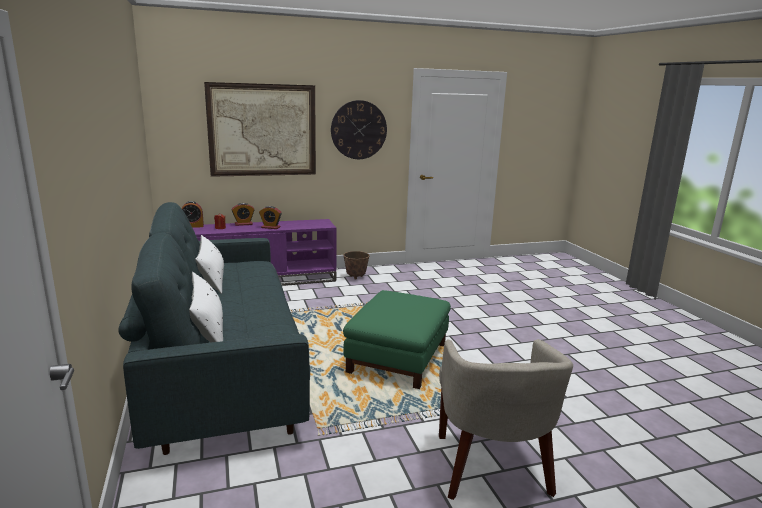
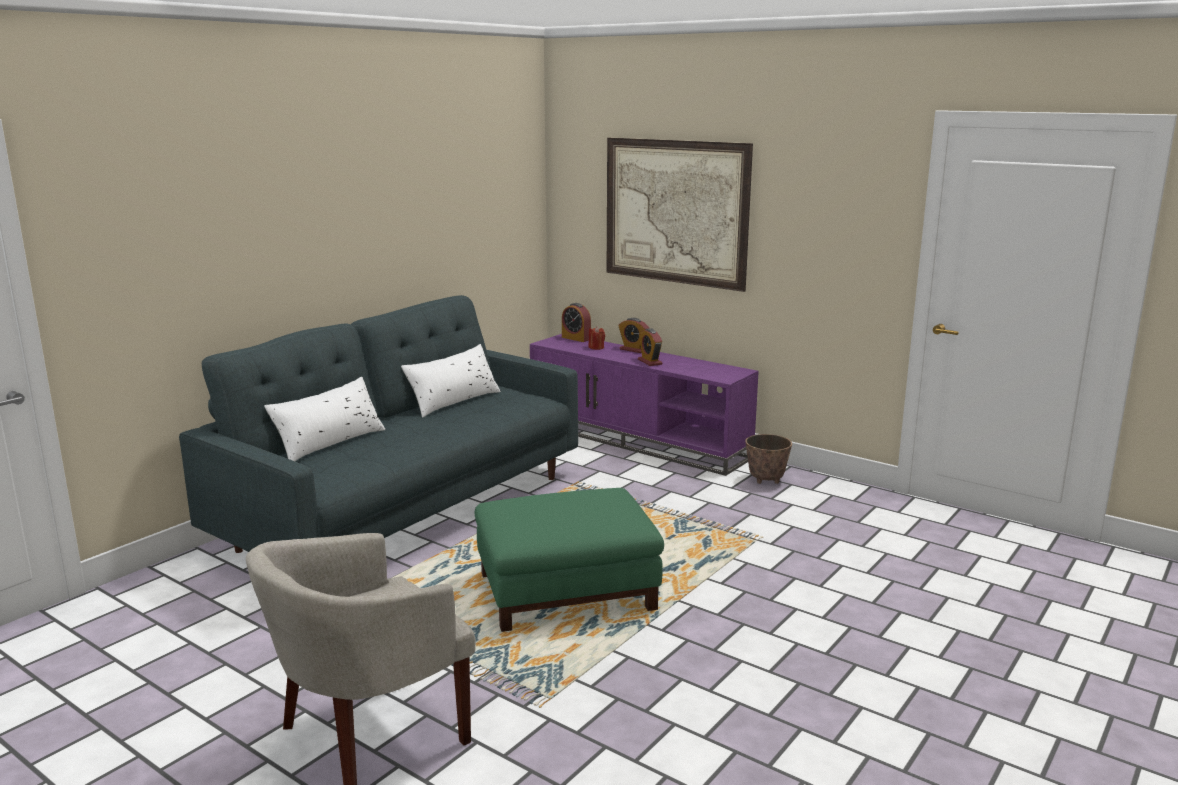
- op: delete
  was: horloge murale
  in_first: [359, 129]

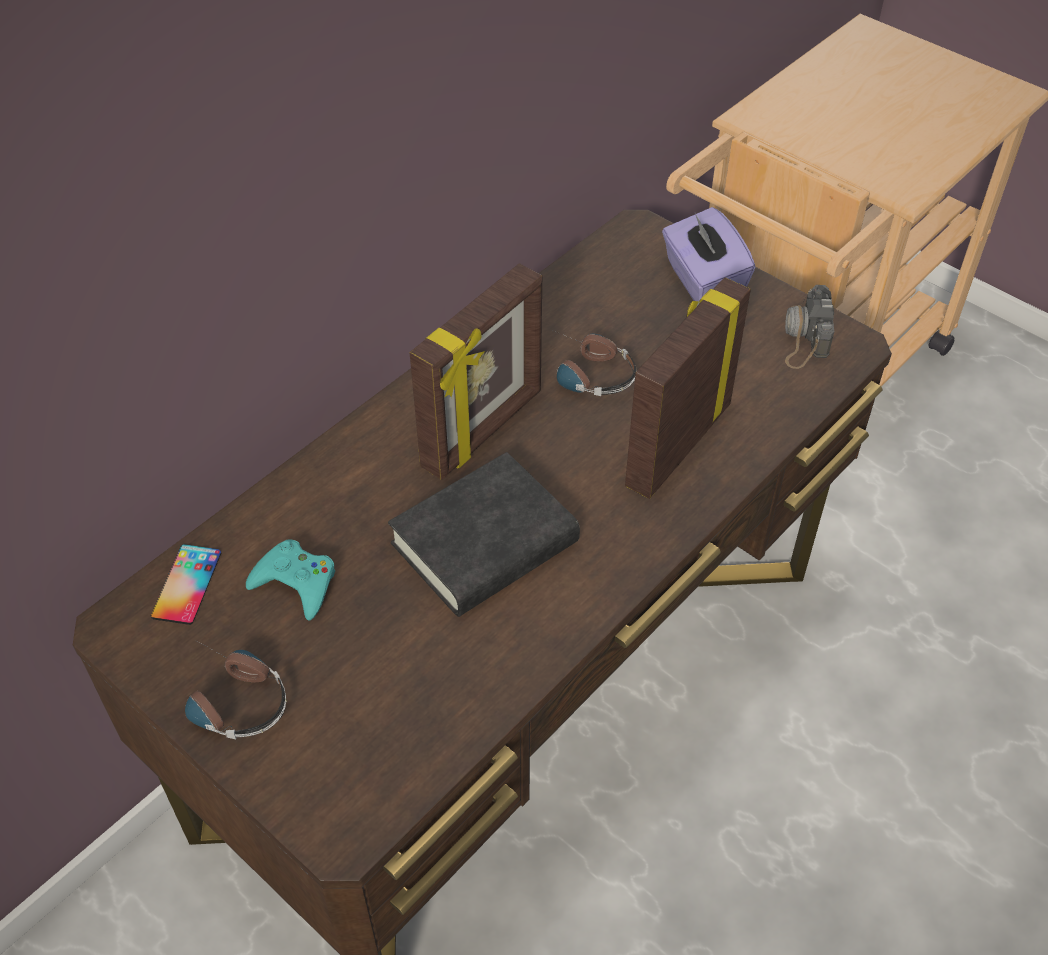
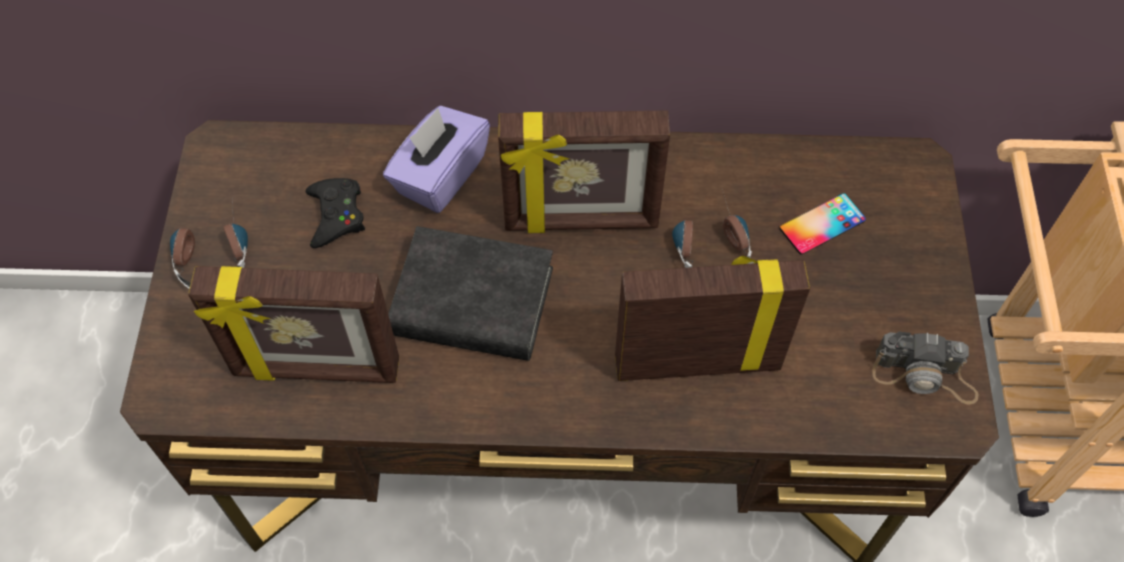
- op: move
  was: boîte à mouchoirs (violet)
  in_first: [708, 254]
  in_second: [436, 159]
- op: rotate
  was: appareil photo
  in_first: [809, 327]
  in_second: [925, 368]
  clockwise: -135
- op: recolor
  was: manette (turquoise)
  now: manette (noir)
  in_first: [290, 579]
  in_second: [335, 213]
- op: move
  was: téléphone
  in_first: [186, 584]
  in_second: [822, 223]
- op: insert
  now: cadre photo
  in_second: [293, 324]

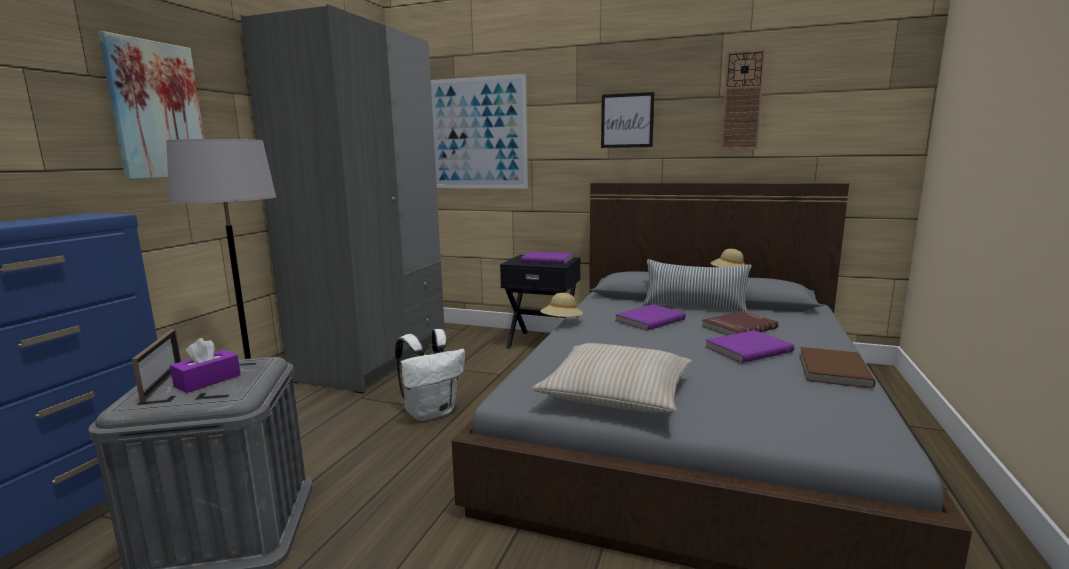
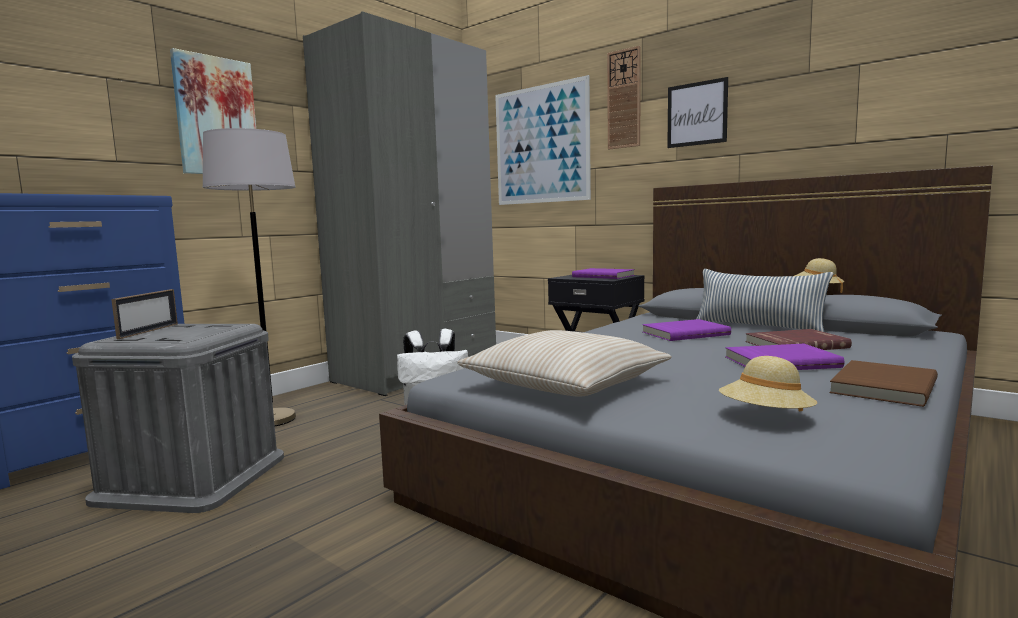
- op: move
  was: horloge murale
  in_first: [743, 99]
  in_second: [624, 98]
- op: move
  was: chapeau (beige)
  in_first: [561, 305]
  in_second: [768, 383]
- op: delete
  was: boîte à mouchoirs (violet)
  in_first: [205, 365]

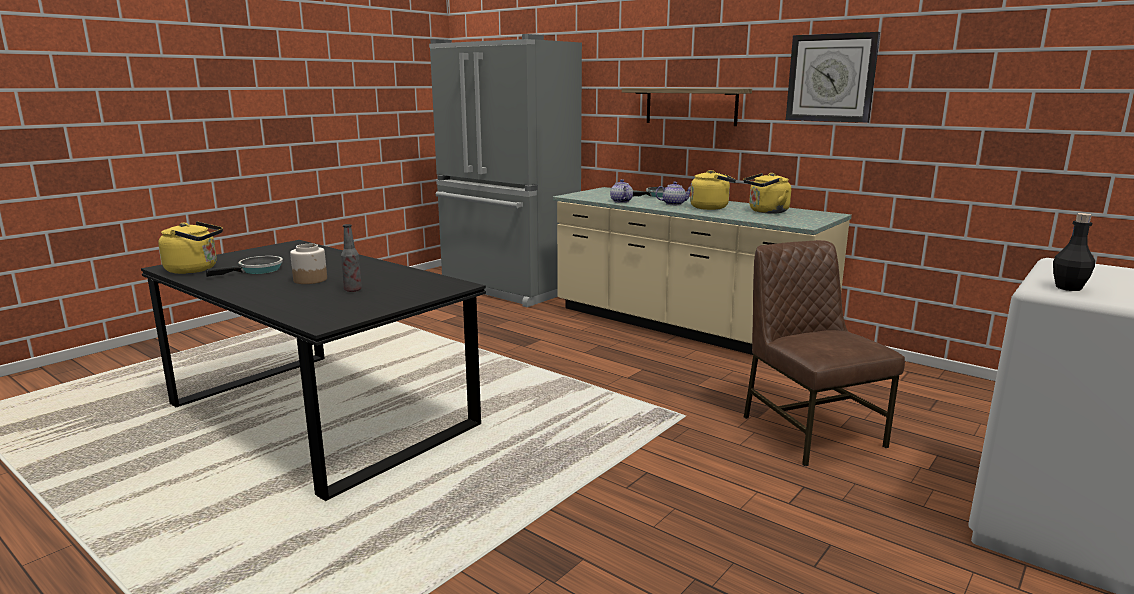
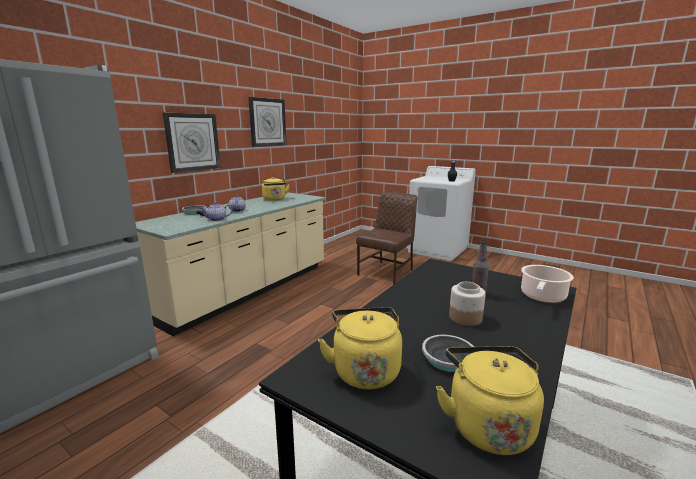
- op: replace
  was: étagère
  now: horloge murale
  in_first: [687, 107]
  in_second: [192, 143]
- op: move
  was: bouilloire (jaune)
  in_first: [713, 190]
  in_second: [360, 348]
- op: rotate
  was: chaise (marron)
  in_first: [824, 353]
  in_second: [386, 238]
  clockwise: 150
- op: insert
  now: marmite
  in_second: [547, 284]

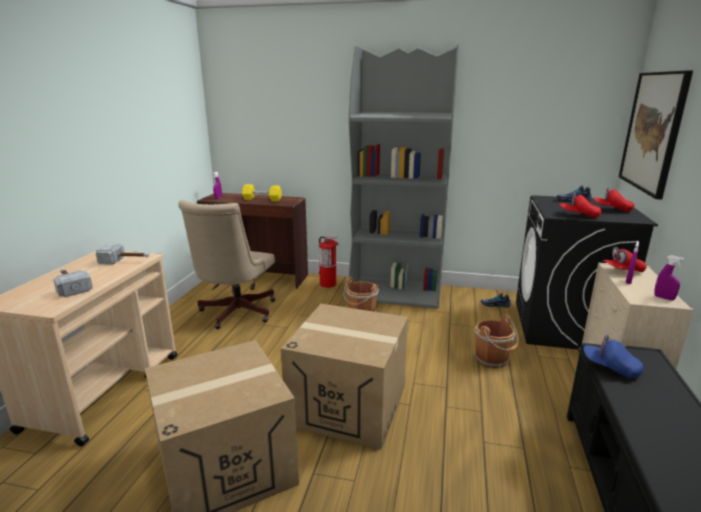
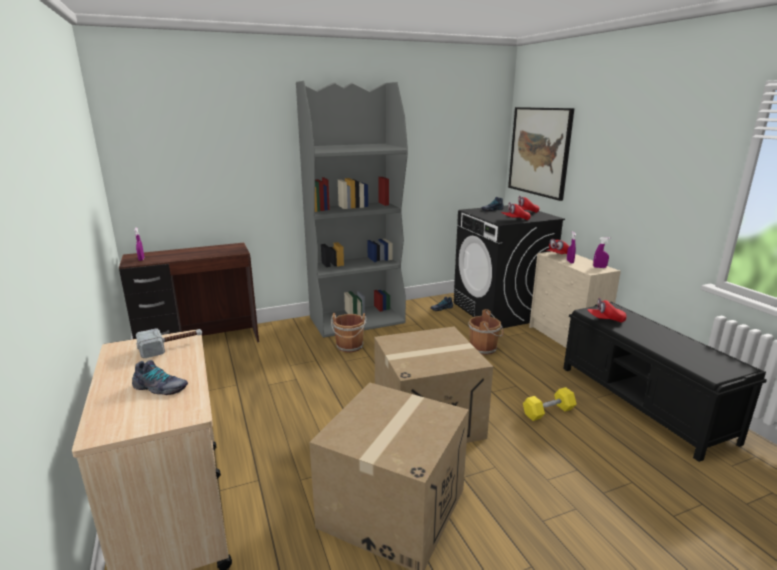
- op: move
  was: haltère (jaune)
  in_first: [262, 193]
  in_second: [550, 404]
- op: delete
  was: chaise de bureau (beige)
  in_first: [226, 264]
- op: delete
  was: extincteur
  in_first: [329, 262]
- op: replace
  was: marteau
  now: chaussure
  in_first: [73, 282]
  in_second: [160, 377]
- op: recolor
  was: casquette (bleu)
  now: casquette (rouge)
  in_first: [614, 356]
  in_second: [606, 310]

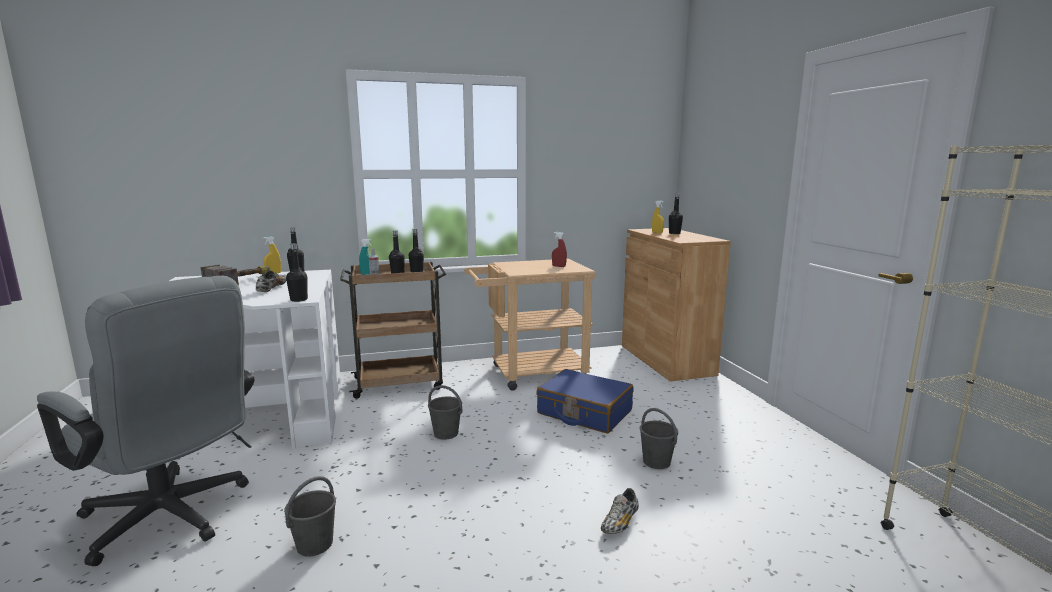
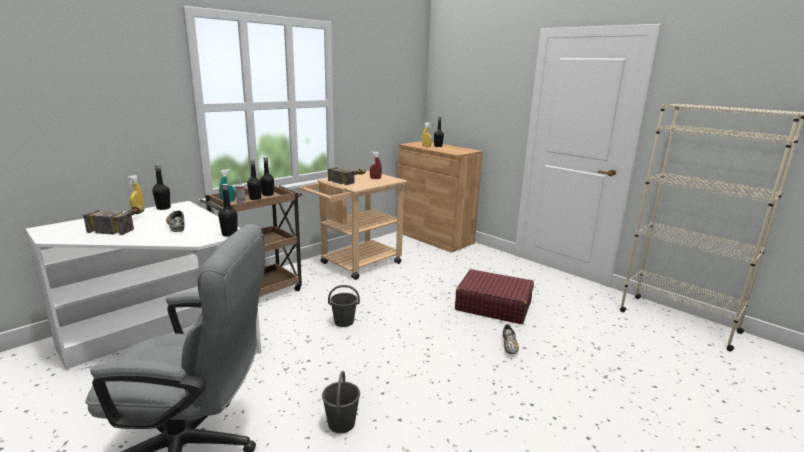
- op: delete
  was: valise (bleu)
  in_first: [584, 401]
- op: replace
  was: seau (gris)
  now: valise (rouge)
  in_first: [659, 438]
  in_second: [494, 296]
- op: insert
  now: marteau
  in_second: [347, 176]

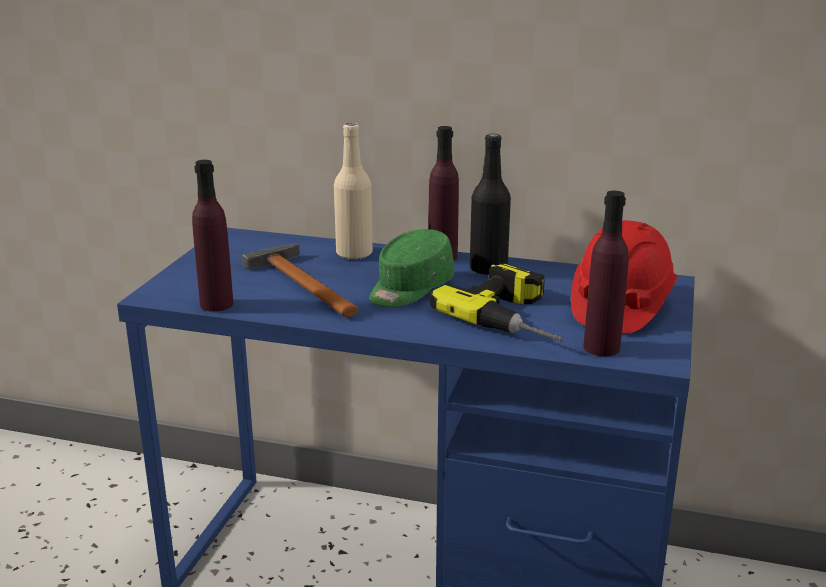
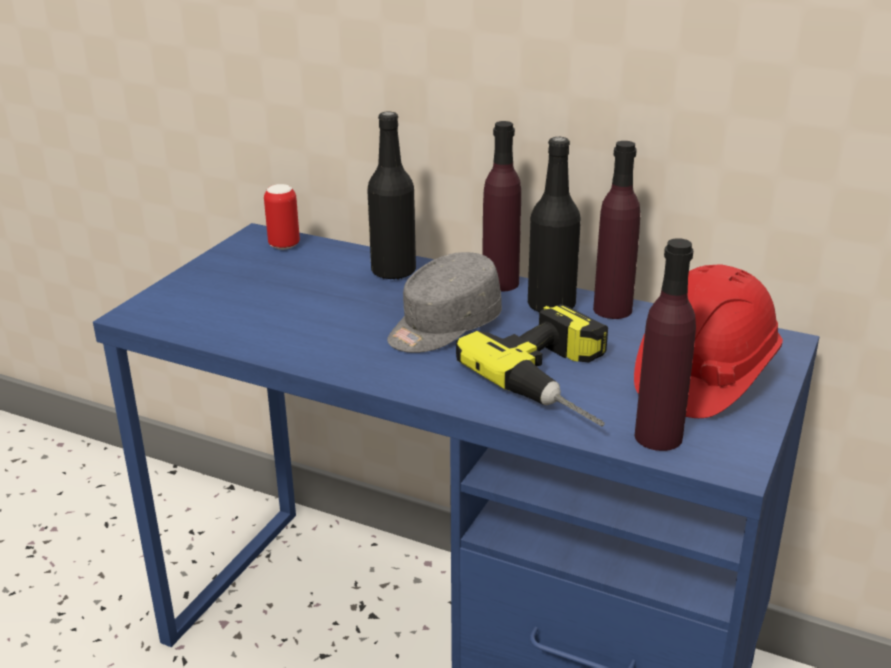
- op: recolor
  was: bouteille (beige)
  now: bouteille (noir)
  in_first: [353, 191]
  in_second: [391, 195]
- op: move
  was: bouteille (violet)
  in_first: [212, 236]
  in_second: [616, 230]
- op: recolor
  was: casquette (vert)
  now: casquette (gris)
  in_first: [411, 268]
  in_second: [444, 302]
- op: delete
  was: marteau
  in_first: [300, 280]
- op: insert
  now: boîte métallique
  in_second: [282, 217]

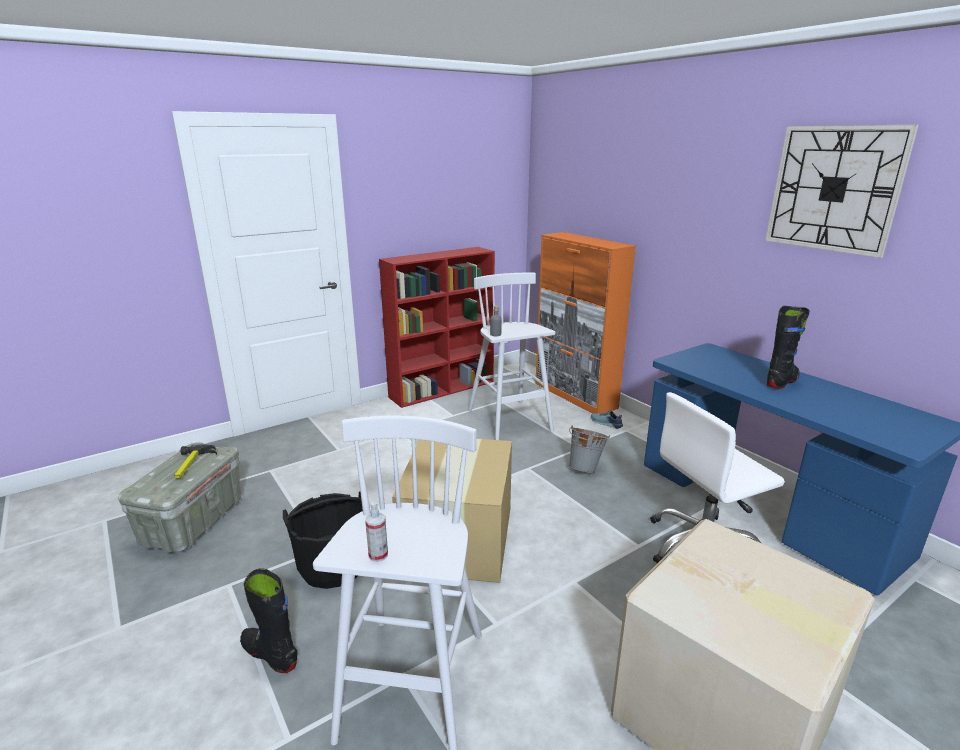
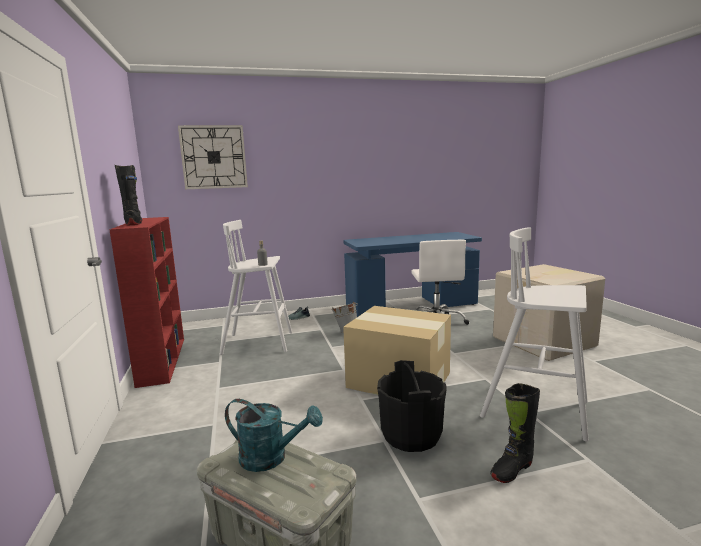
- op: move
  was: horloge murale
  in_first: [842, 191]
  in_second: [213, 157]
- op: delete
  was: meuble de rangement (orange)
  in_first: [585, 322]
- op: move
  was: botte (noir)
  in_first: [788, 347]
  in_second: [128, 195]
- op: replace
  was: marteau
  now: arrosoir (turquoise)
  in_first: [195, 461]
  in_second: [274, 435]
- op: delete
  was: vaporisateur
  in_first: [376, 532]

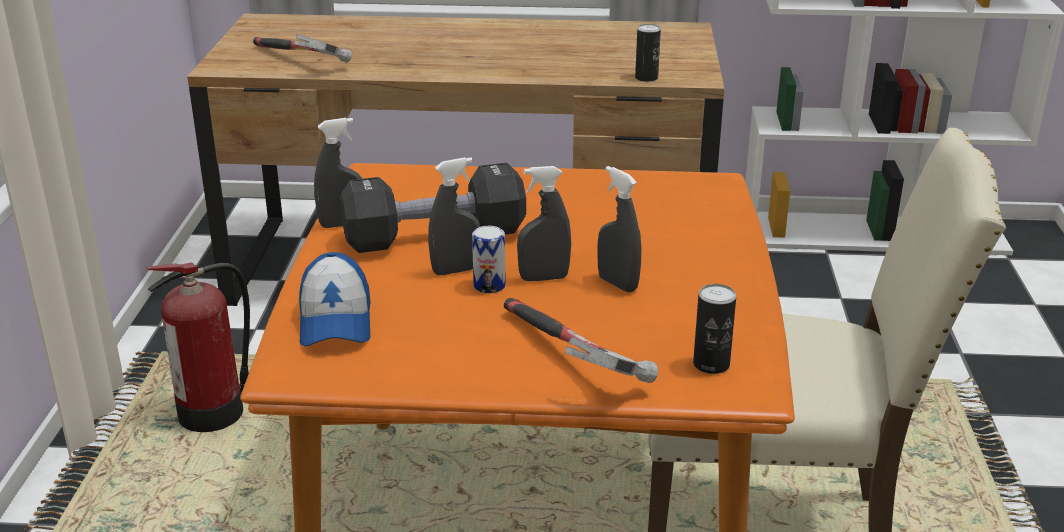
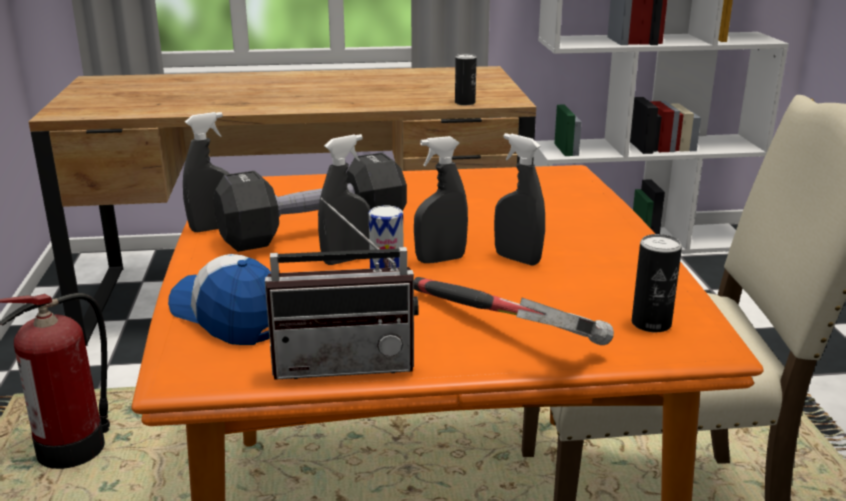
- op: delete
  was: marteau
  in_first: [302, 48]
- op: rotate
  was: casquette
  in_first: [334, 299]
  in_second: [219, 299]
  clockwise: 150
- op: insert
  now: radio
  in_second: [342, 288]

